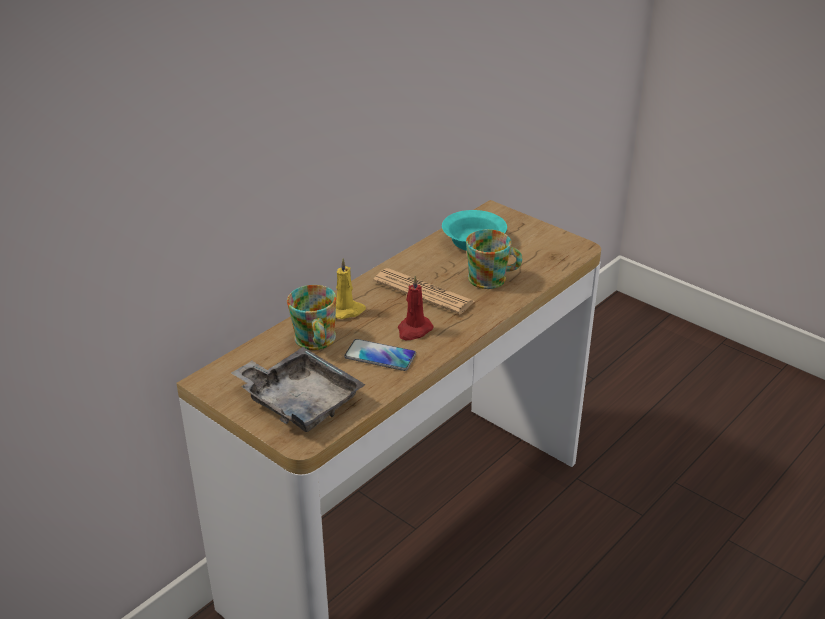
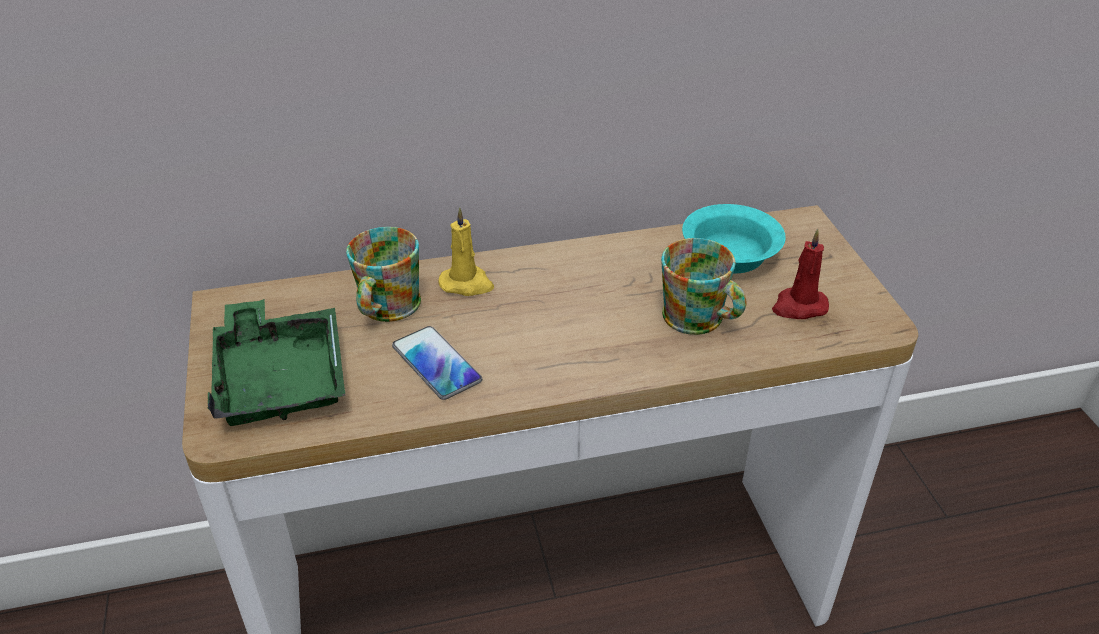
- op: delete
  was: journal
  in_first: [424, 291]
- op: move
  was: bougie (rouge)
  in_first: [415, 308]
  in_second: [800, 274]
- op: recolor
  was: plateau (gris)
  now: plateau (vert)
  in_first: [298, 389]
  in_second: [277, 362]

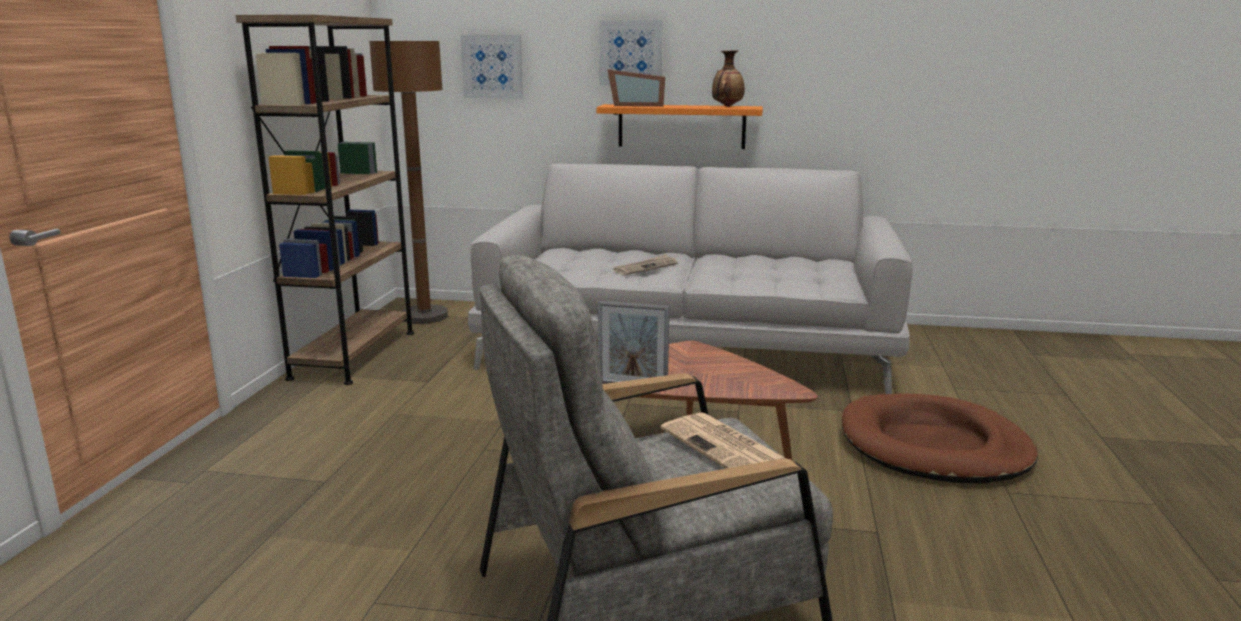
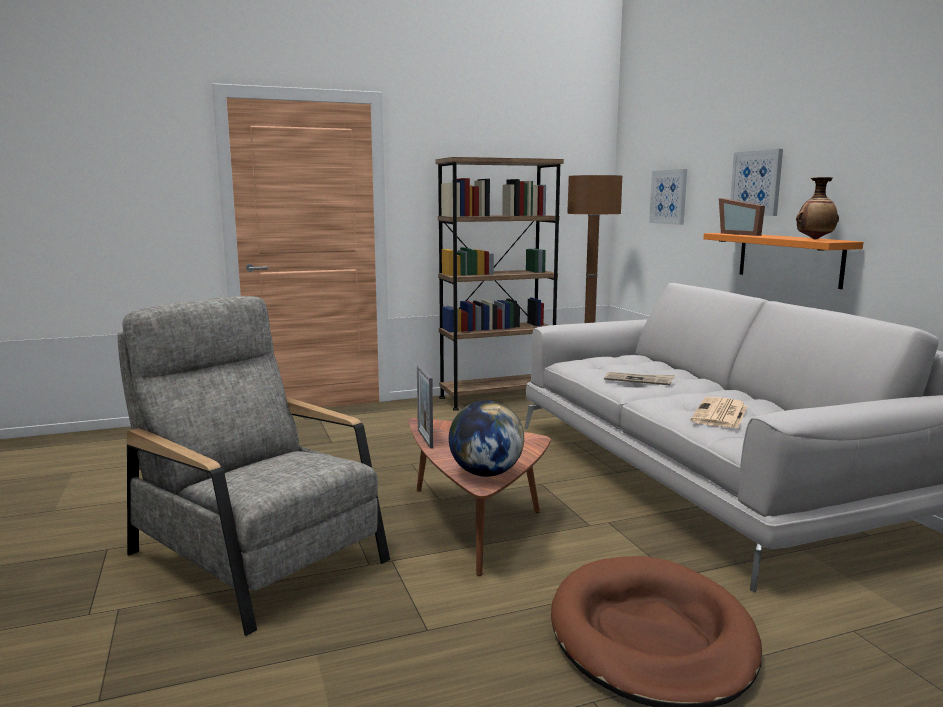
- op: move
  was: journal
  in_first: [724, 440]
  in_second: [719, 413]
- op: insert
  now: globe
  in_second: [486, 438]

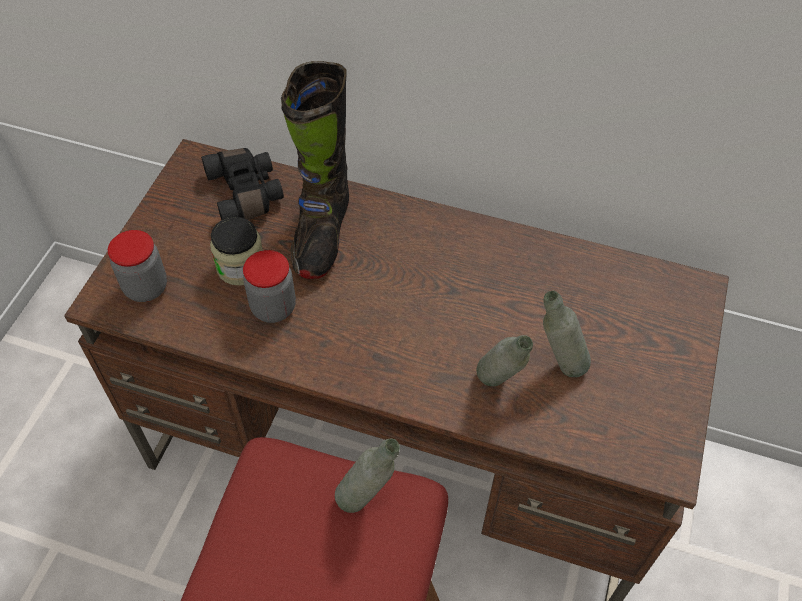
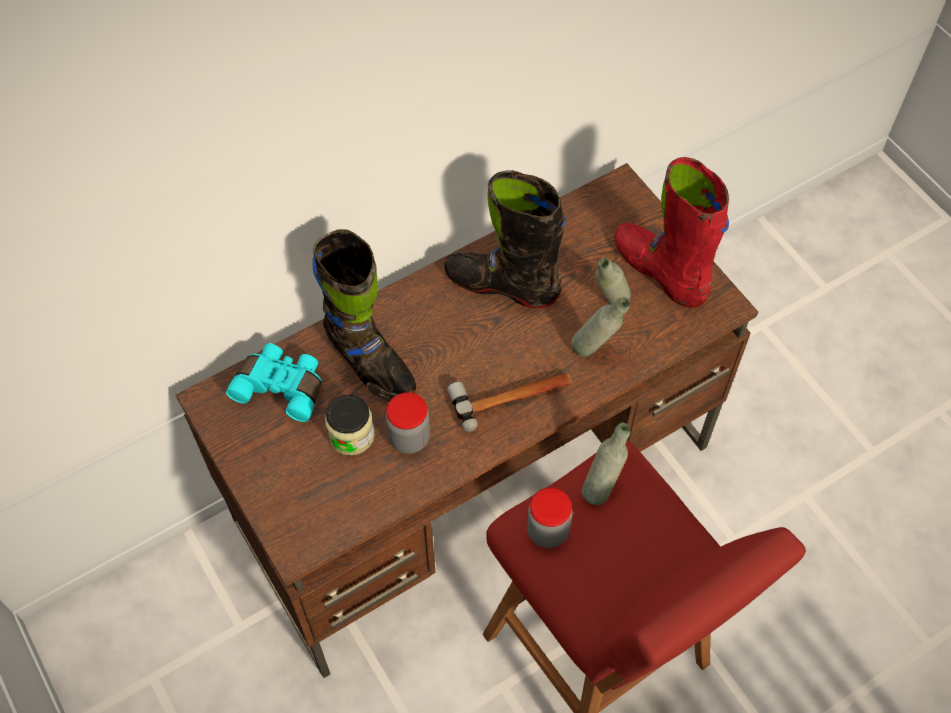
- op: recolor
  was: jumelles (noir)
  now: jumelles (turquoise)
  in_first: [242, 184]
  in_second: [274, 382]
- op: move
  was: bocal
  in_first: [137, 266]
  in_second: [549, 518]
- op: insert
  now: botte (rouge)
  in_second: [671, 232]
- op: insert
  now: botte (noir)
  in_second: [505, 239]
- op: insert
  now: marteau
  in_second: [509, 402]

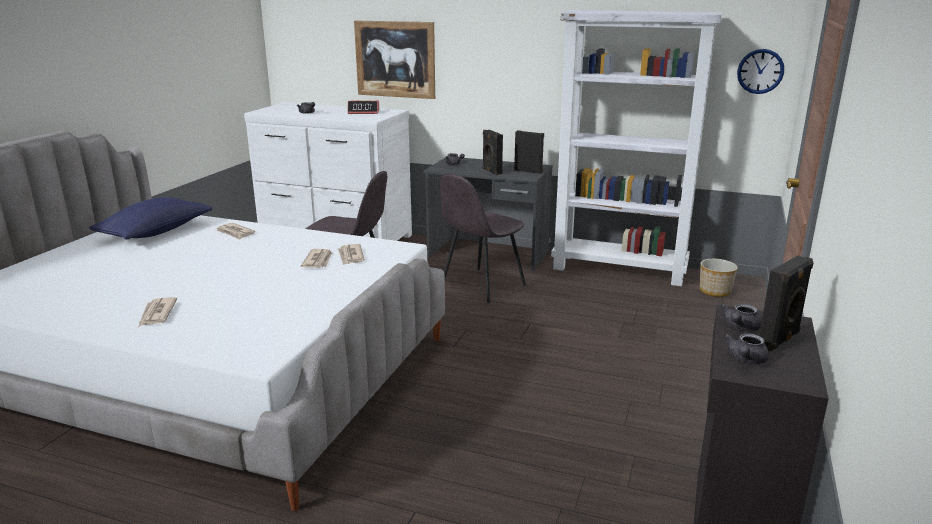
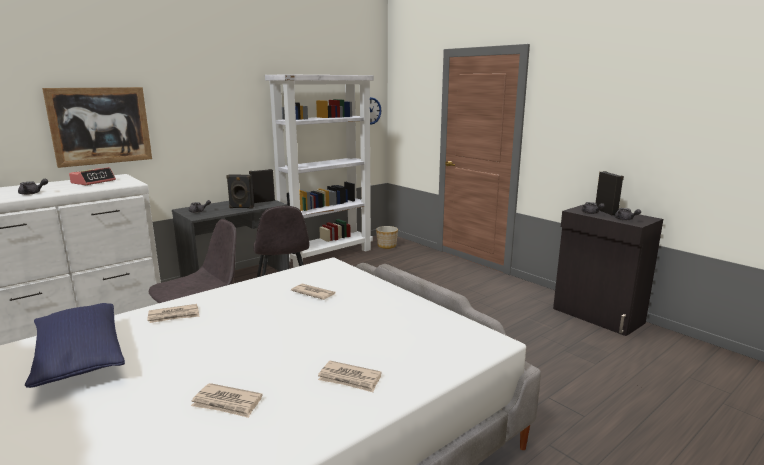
- op: move
  was: journal
  in_first: [351, 254]
  in_second: [227, 400]

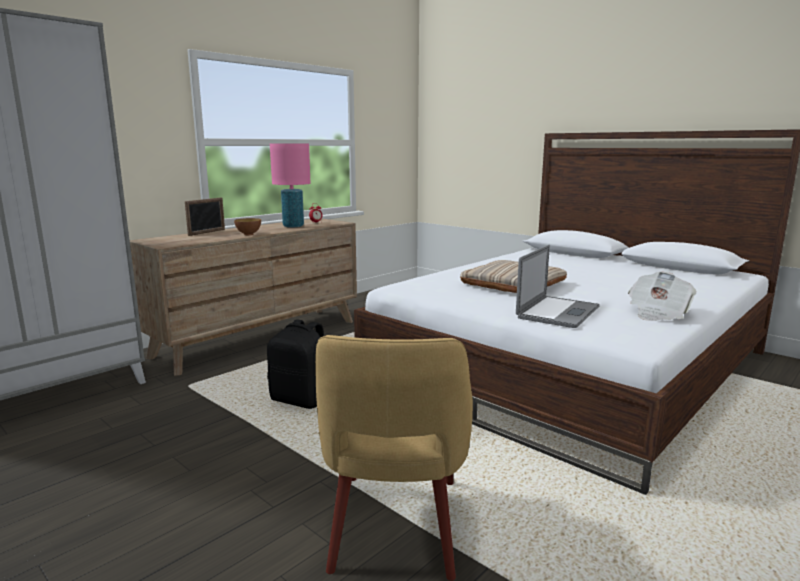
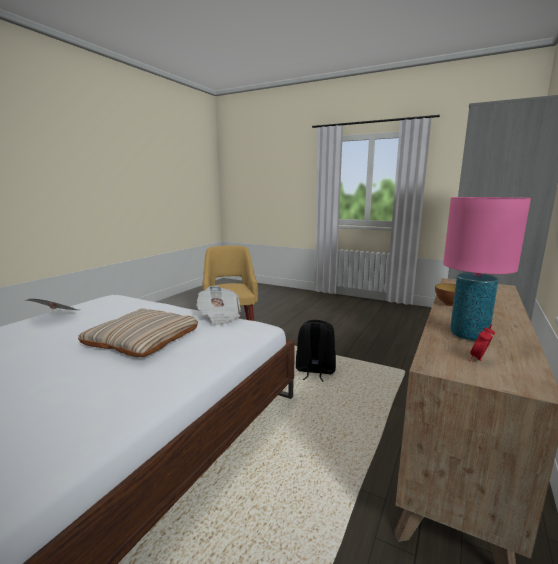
- op: delete
  was: cadre photo
  in_first: [205, 216]
- op: delete
  was: ordinateur portable
  in_first: [558, 286]
- op: insert
  now: journal
  in_second: [218, 305]

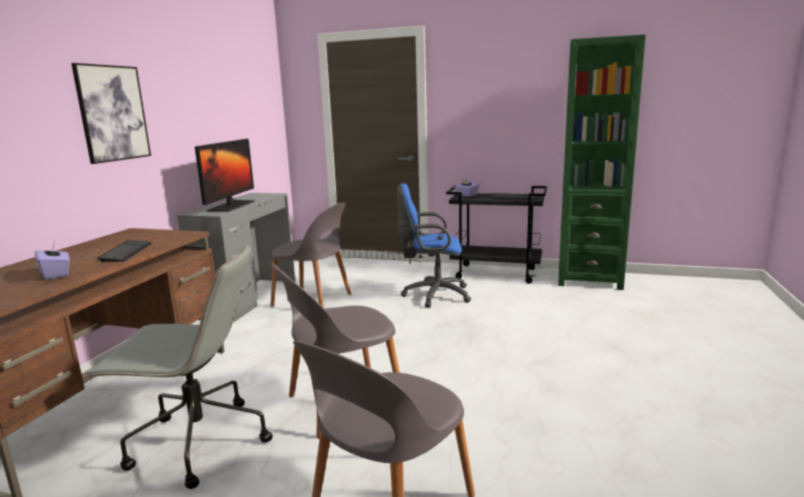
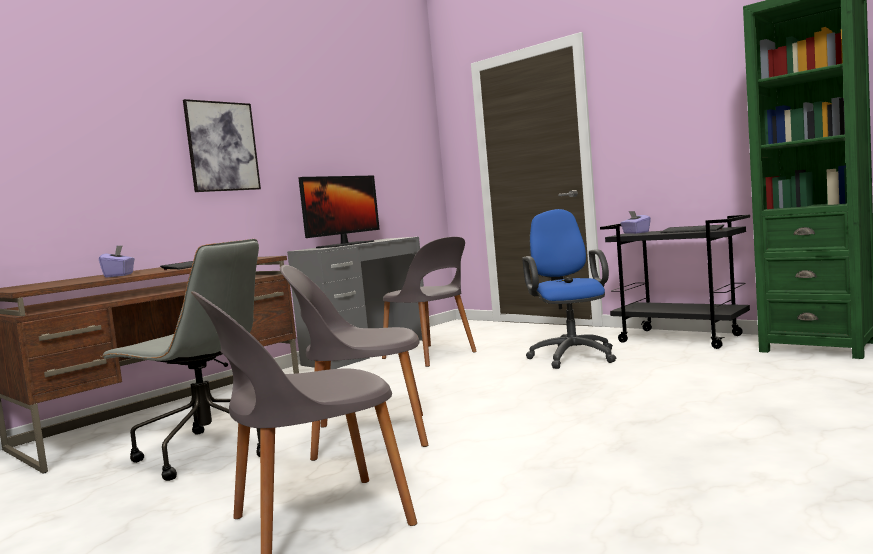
- op: rotate
  was: chaise de bureau (bleu)
  in_first: [434, 245]
  in_second: [569, 289]
  clockwise: 60

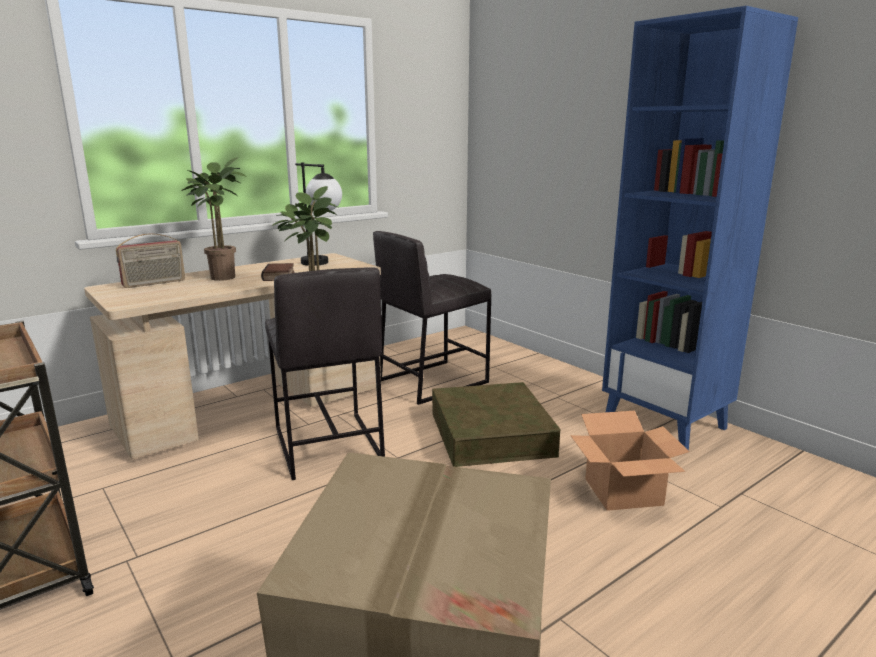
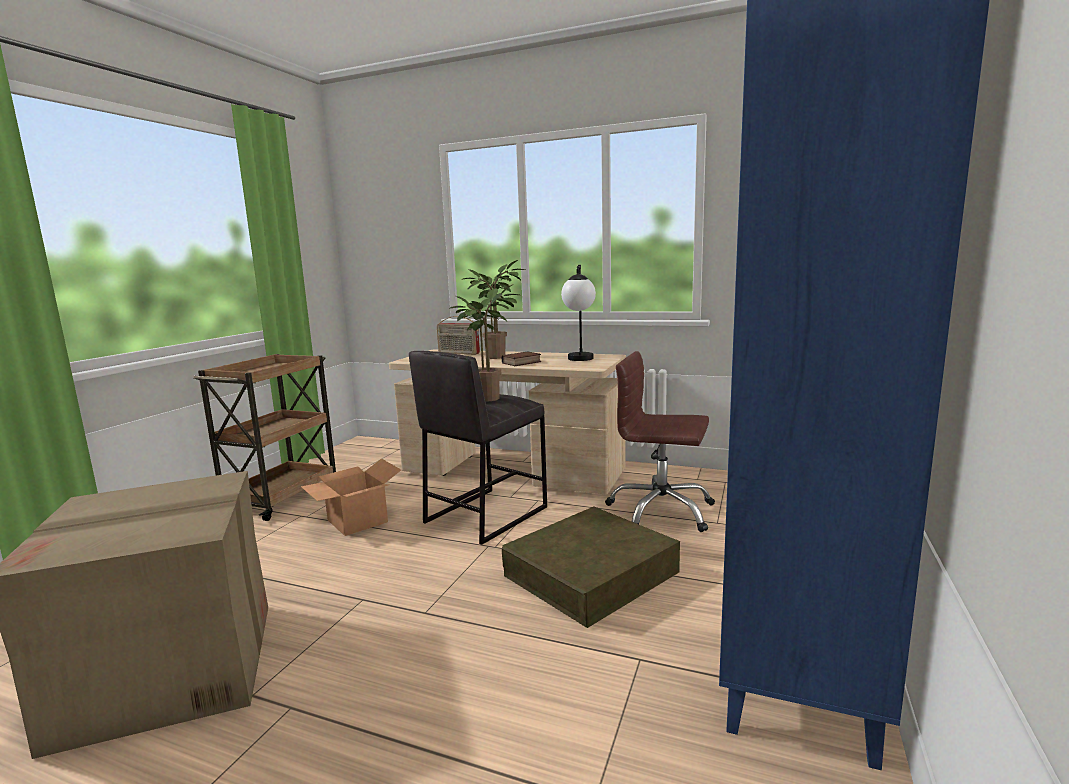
- op: replace
  was: tabouret (gris)
  now: chaise de bureau (marron)
  in_first: [432, 318]
  in_second: [660, 441]
- op: move
  was: carton
  in_first: [630, 461]
  in_second: [351, 497]

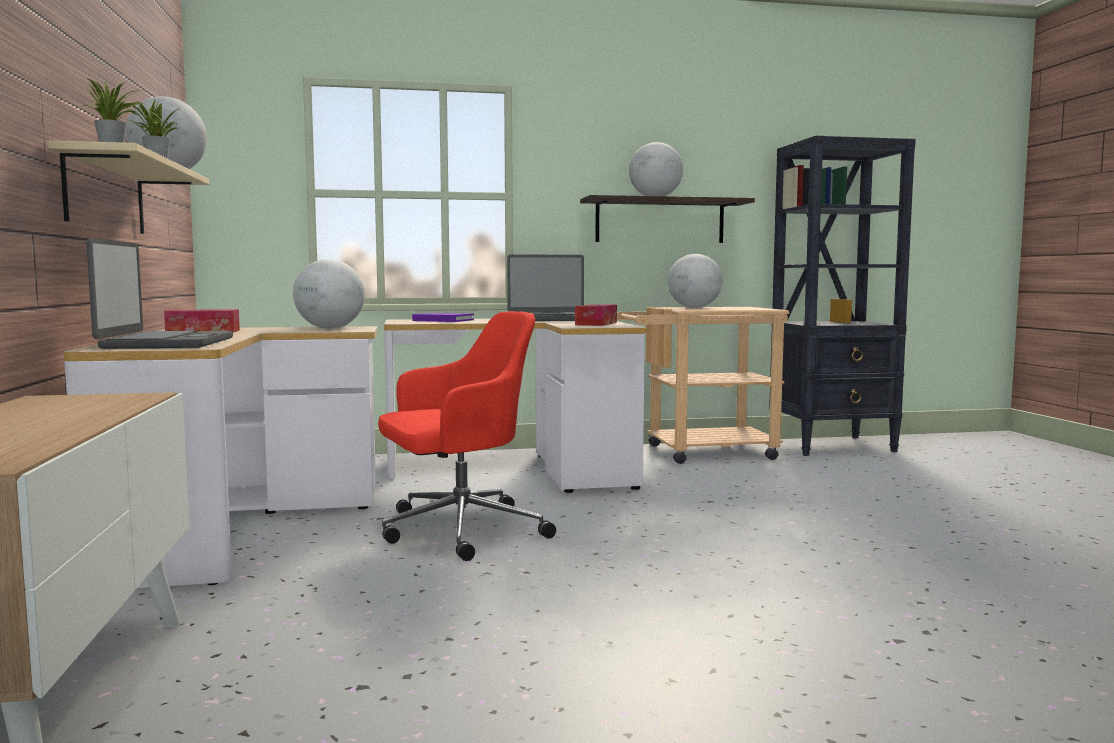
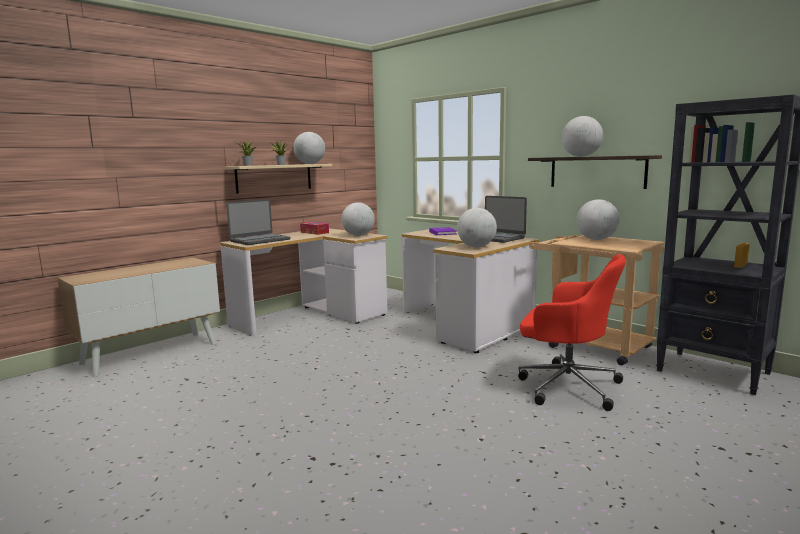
- op: replace
  was: boîte à mouchoirs
  now: globe
  in_first: [596, 315]
  in_second: [477, 227]
- op: move
  was: chaise de bureau (rouge)
  in_first: [467, 436]
  in_second: [572, 332]

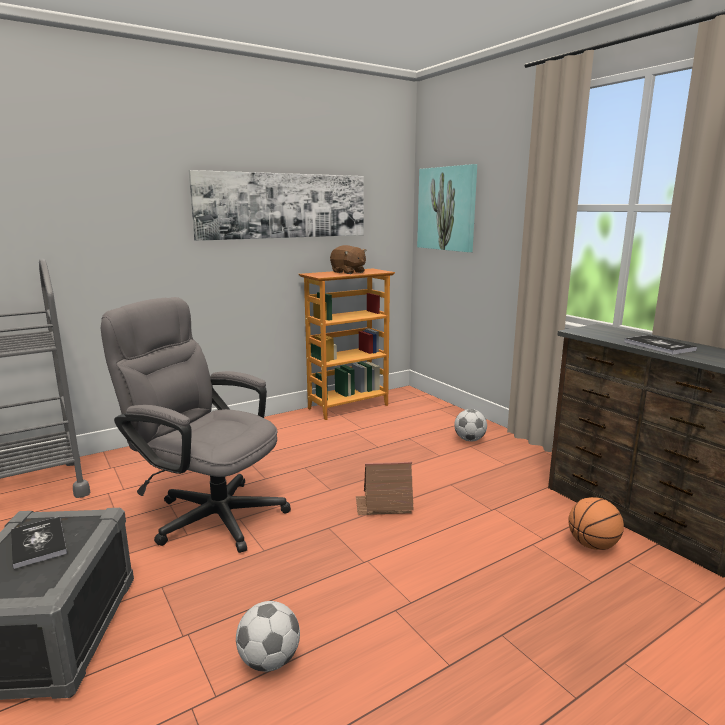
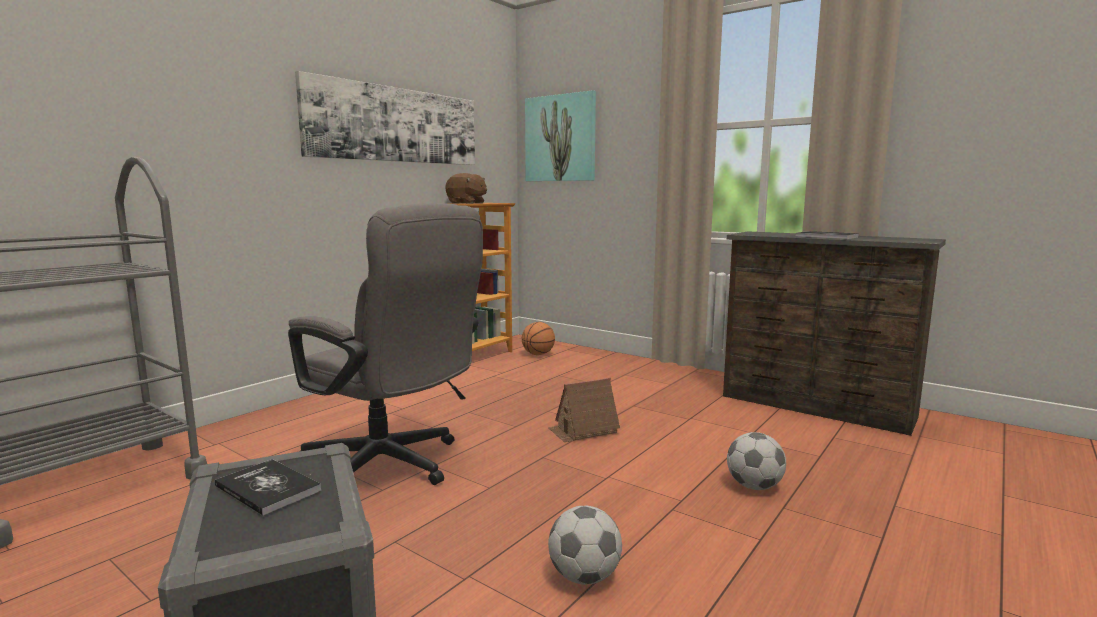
- op: rotate
  was: chaise de bureau (gris)
  in_first: [196, 425]
  in_second: [385, 344]
  clockwise: -150
- op: move
  was: ballon de foot
  in_first: [470, 425]
  in_second: [756, 461]
- op: move
  was: ballon de basket
  in_first: [596, 523]
  in_second: [538, 338]

